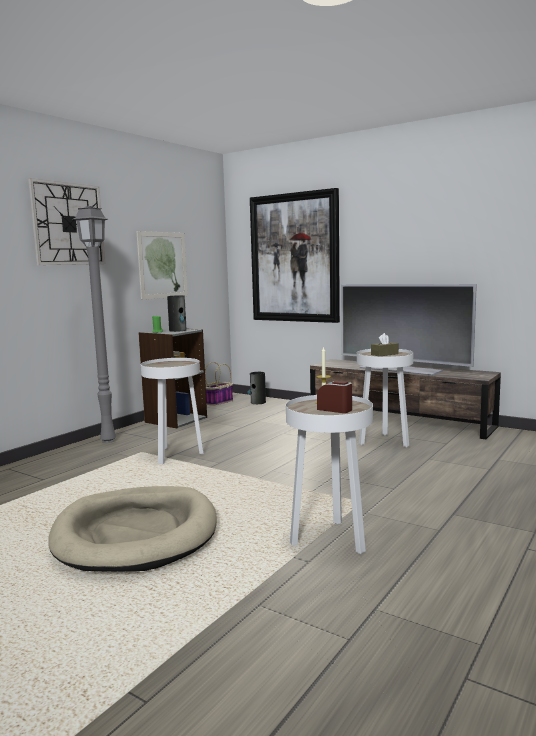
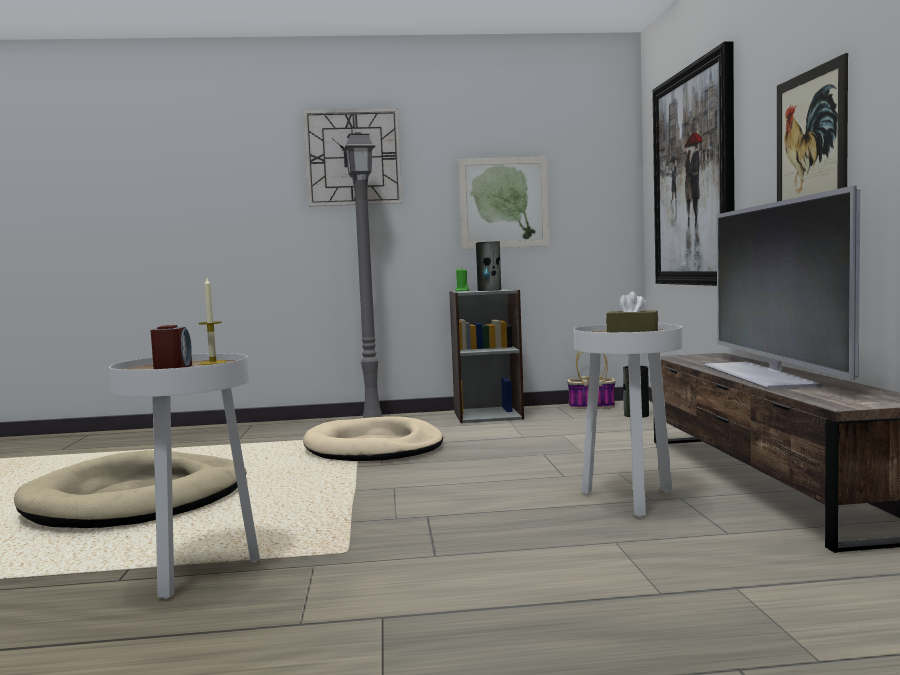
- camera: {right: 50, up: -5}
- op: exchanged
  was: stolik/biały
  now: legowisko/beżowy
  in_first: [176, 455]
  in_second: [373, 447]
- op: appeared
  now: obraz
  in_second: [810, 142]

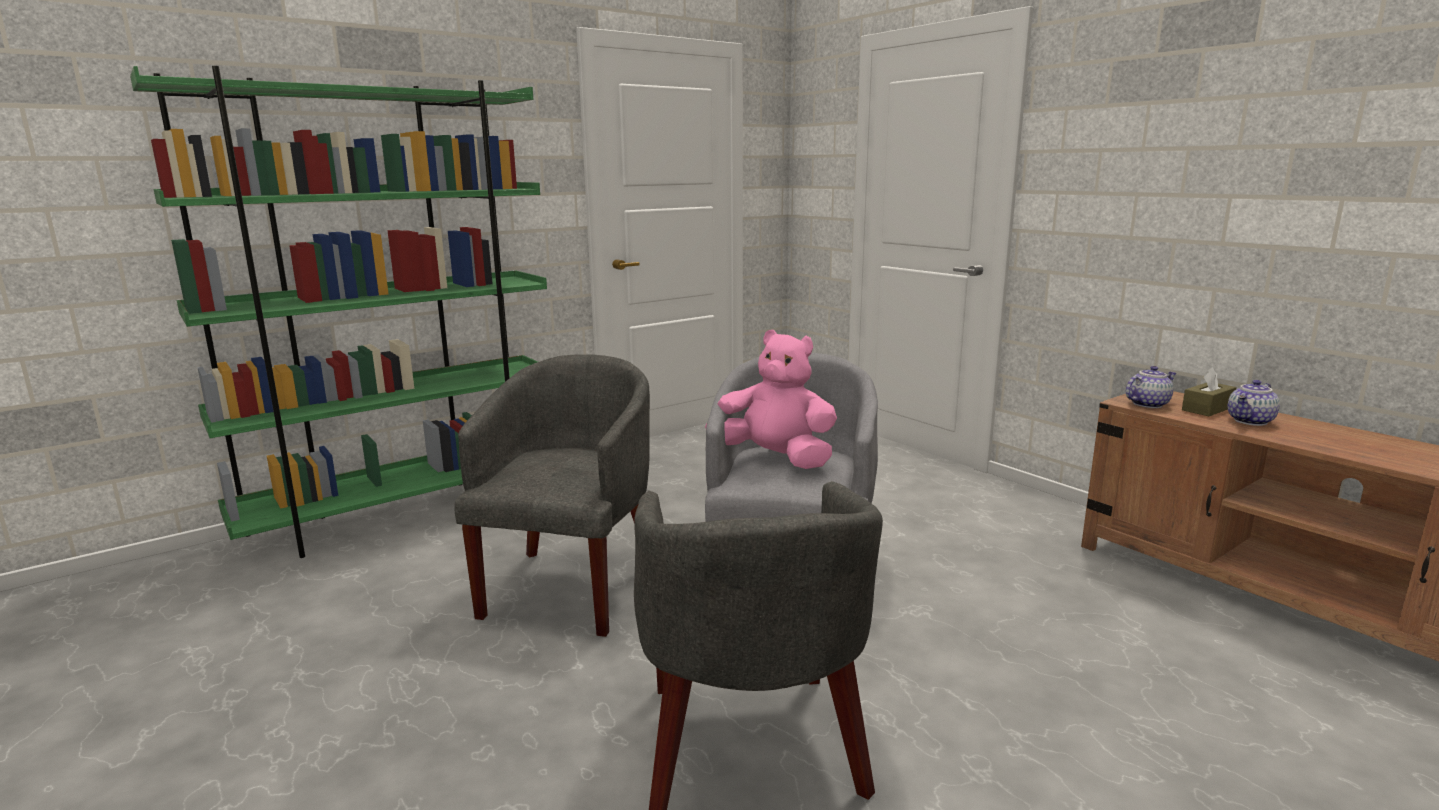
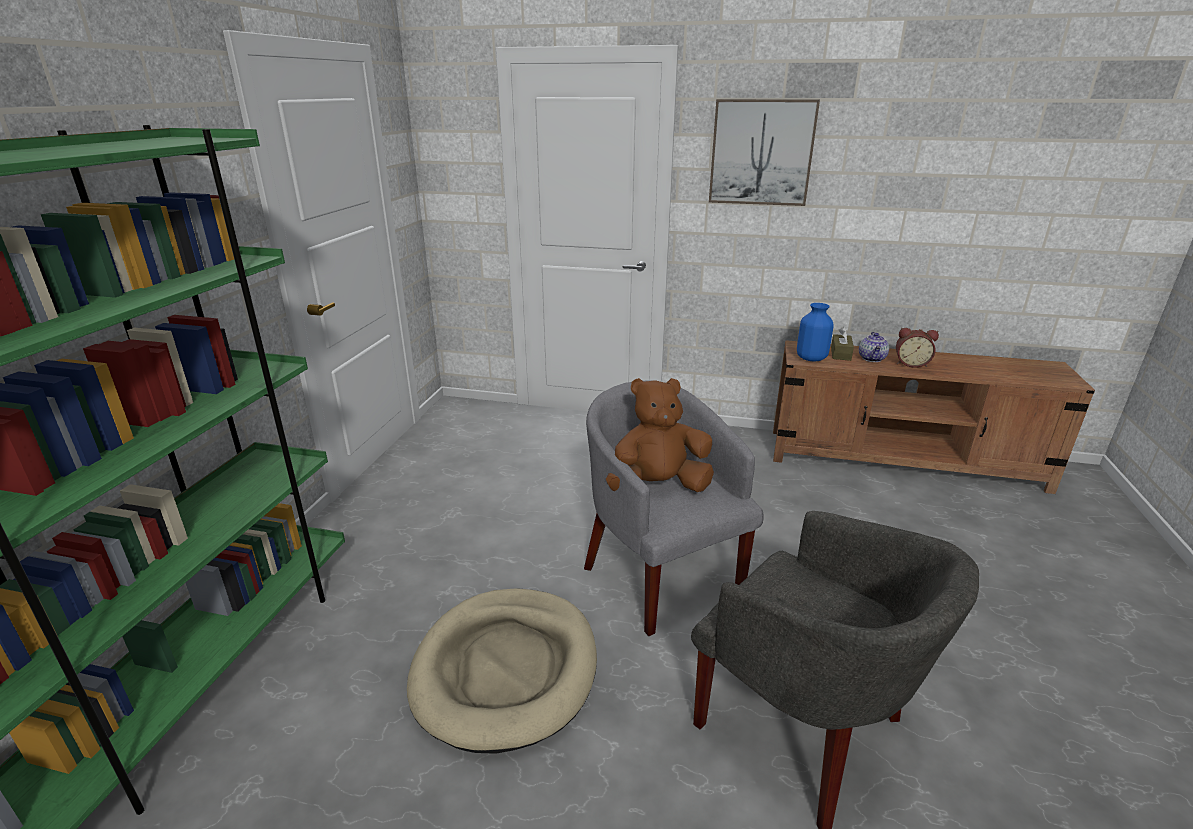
- camera: {right: -40, up: 10}
- op: exchanged
  was: fotel/szary
  now: legowisko/beżowy
  in_first: [572, 586]
  in_second: [506, 669]
- op: colour
  was: pluszak/różowy
  now: pluszak/brązowy
  in_first: [775, 458]
  in_second: [658, 487]
- op: appeared
  now: obraz
  in_second: [761, 153]
- op: exchanged
  was: imbryk
  now: wazon/niebieski
  in_first: [1147, 404]
  in_second: [810, 358]
- op: appeared
  now: budzik
  in_second: [911, 363]

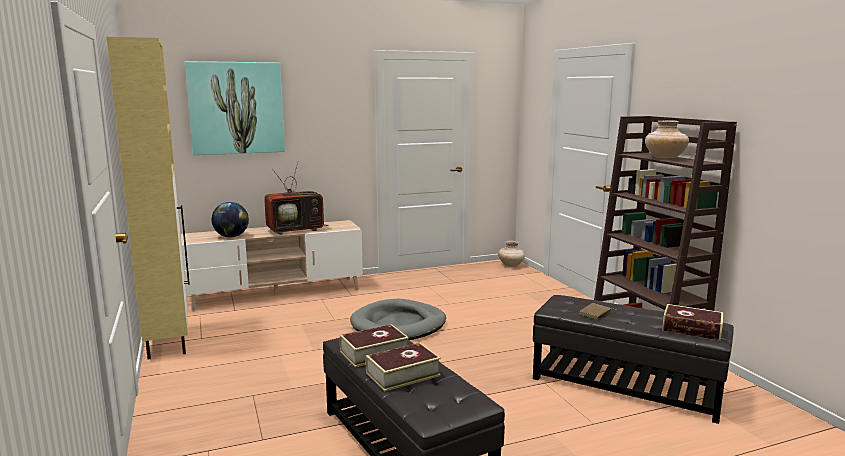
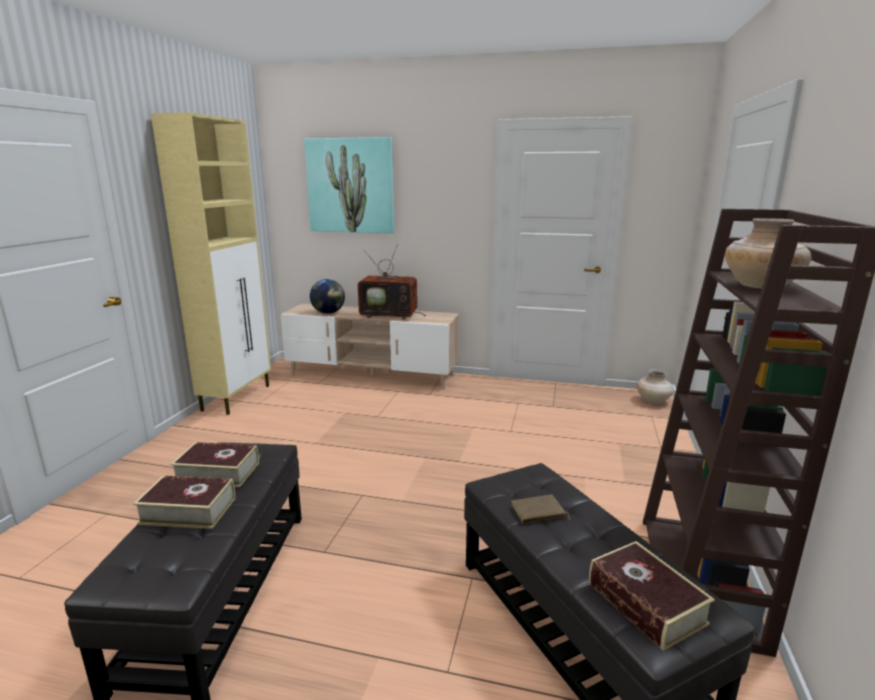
- camera: {right: 35, up: 5}
- op: missing
  was: legowisko/szary
  in_first: [399, 325]

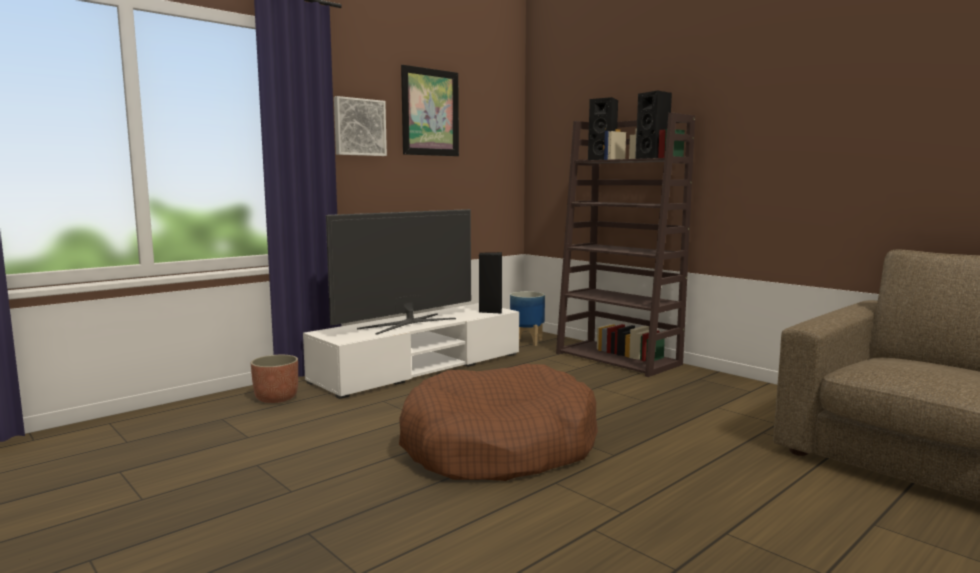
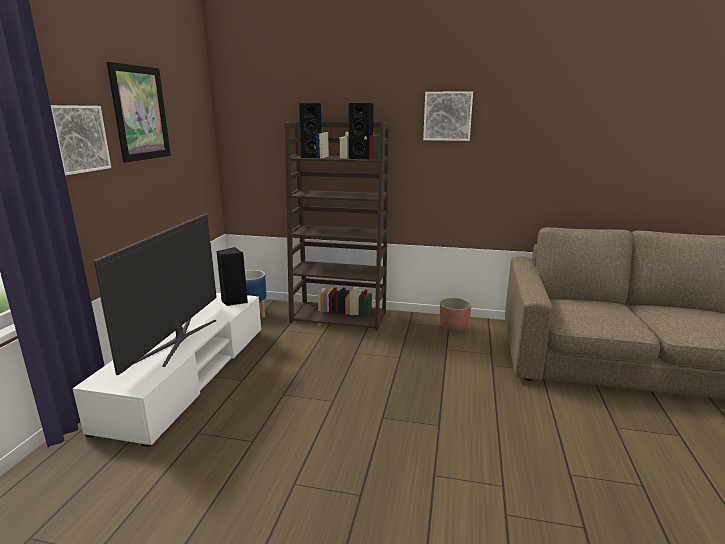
- camera: {right: -35, up: 10}
- op: appeared
  now: obraz
  in_second: [447, 116]
- op: relocated
  was: donica
  in_first: [276, 398]
  in_second: [453, 328]
- op: missing
  was: legowisko/brązowy
  in_first: [498, 447]

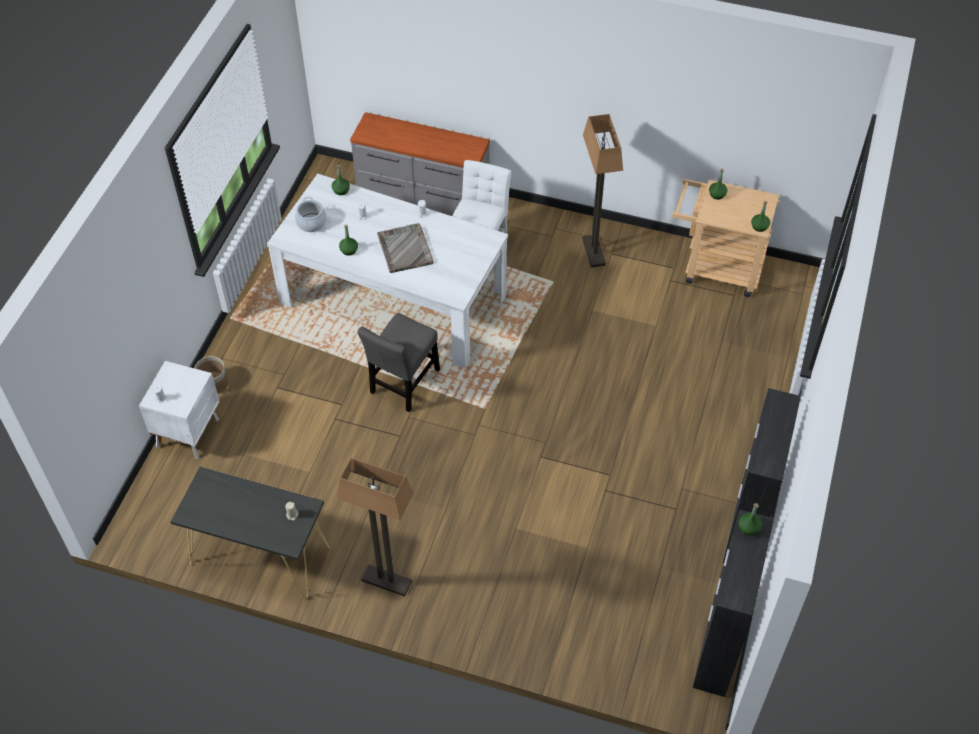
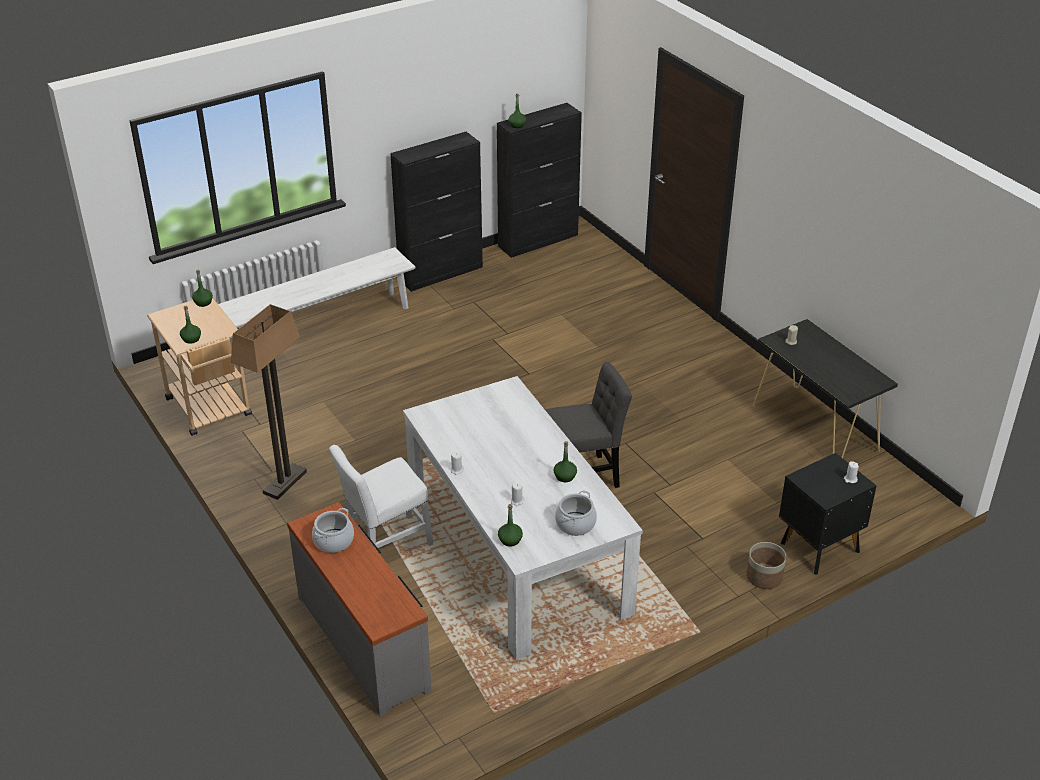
- camera: {right: -140, up: -15}
- op: appeared
  now: ławka/biały
  in_second: [321, 327]
- op: appeared
  now: garnek
  in_second: [334, 541]
- op: colour
  was: szafka nocna/biały
  now: szafka nocna/czarny
  in_first: [189, 432]
  in_second: [818, 546]
- op: missing
  was: lampa stojąca
  in_first: [386, 581]
- op: missing
  was: taca/szary
  in_first: [405, 248]

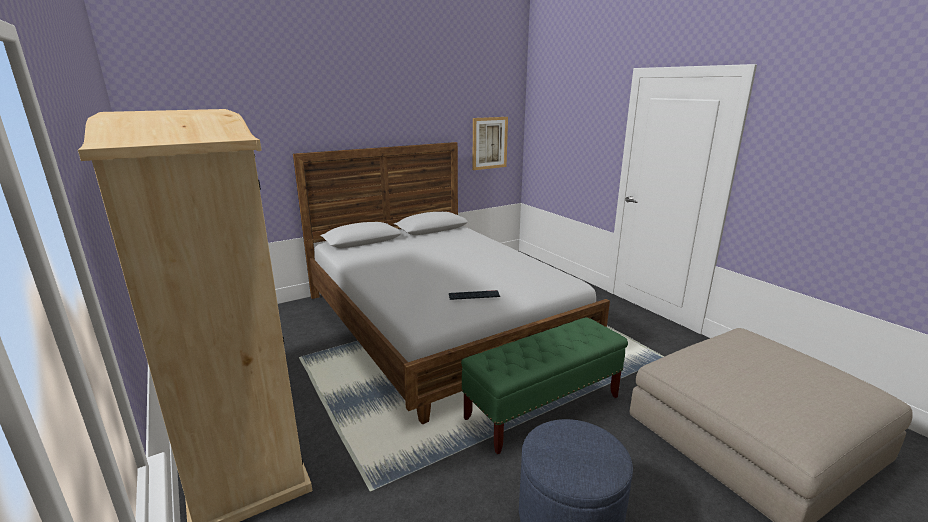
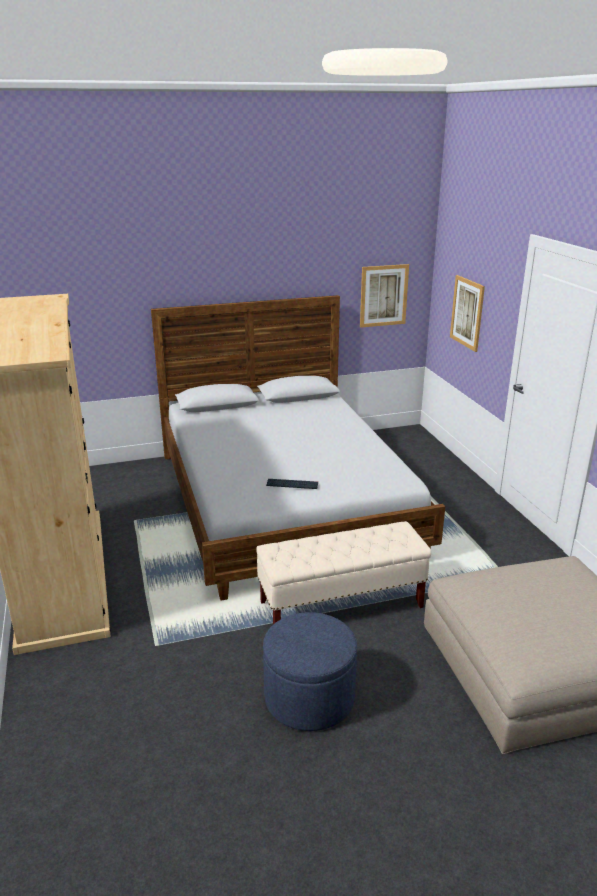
- camera: {right: 15, up: 5}
- op: colour
  was: ławka/zielony
  now: ławka/beżowy
  in_first: [543, 407]
  in_second: [341, 605]
- op: appeared
  now: obraz
  in_second: [467, 312]

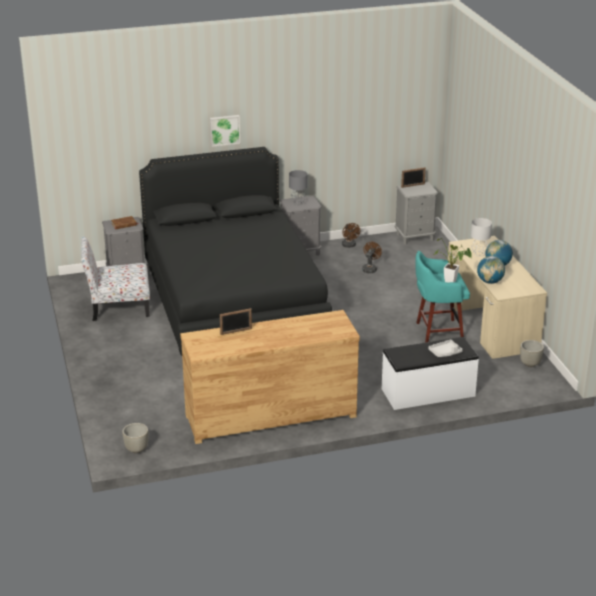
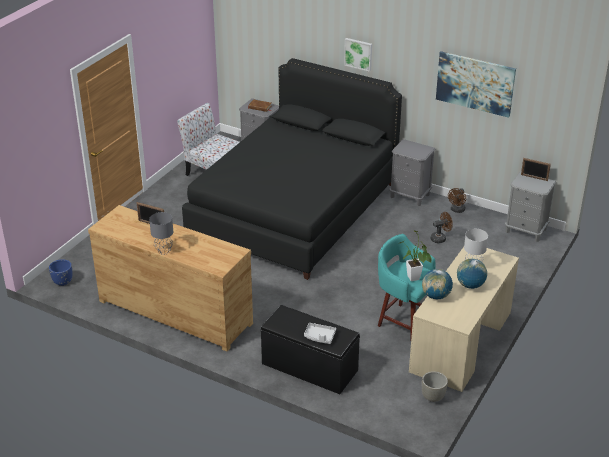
- camera: {right: 45, up: 5}
- op: colour
  was: donica/szary
  now: donica/niebieski
  in_first: [136, 449]
  in_second: [62, 282]
- op: relocated
  was: lampa stołowa/szary
  in_first: [298, 203]
  in_second: [164, 251]
- op: colour
  was: ławka/biały
  now: ławka/czarny
  in_first: [428, 393]
  in_second: [309, 367]
- op: appeared
  now: obraz
  in_second: [475, 83]

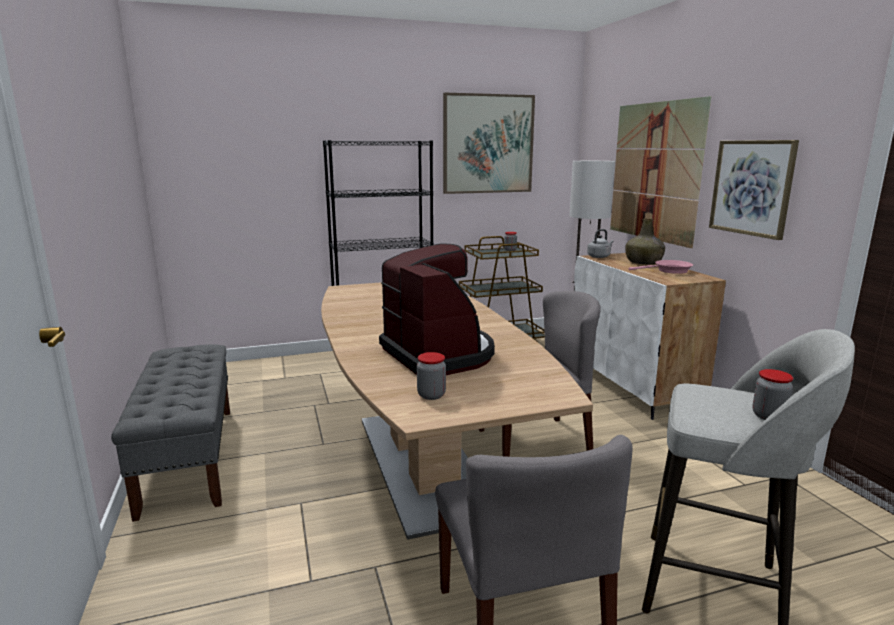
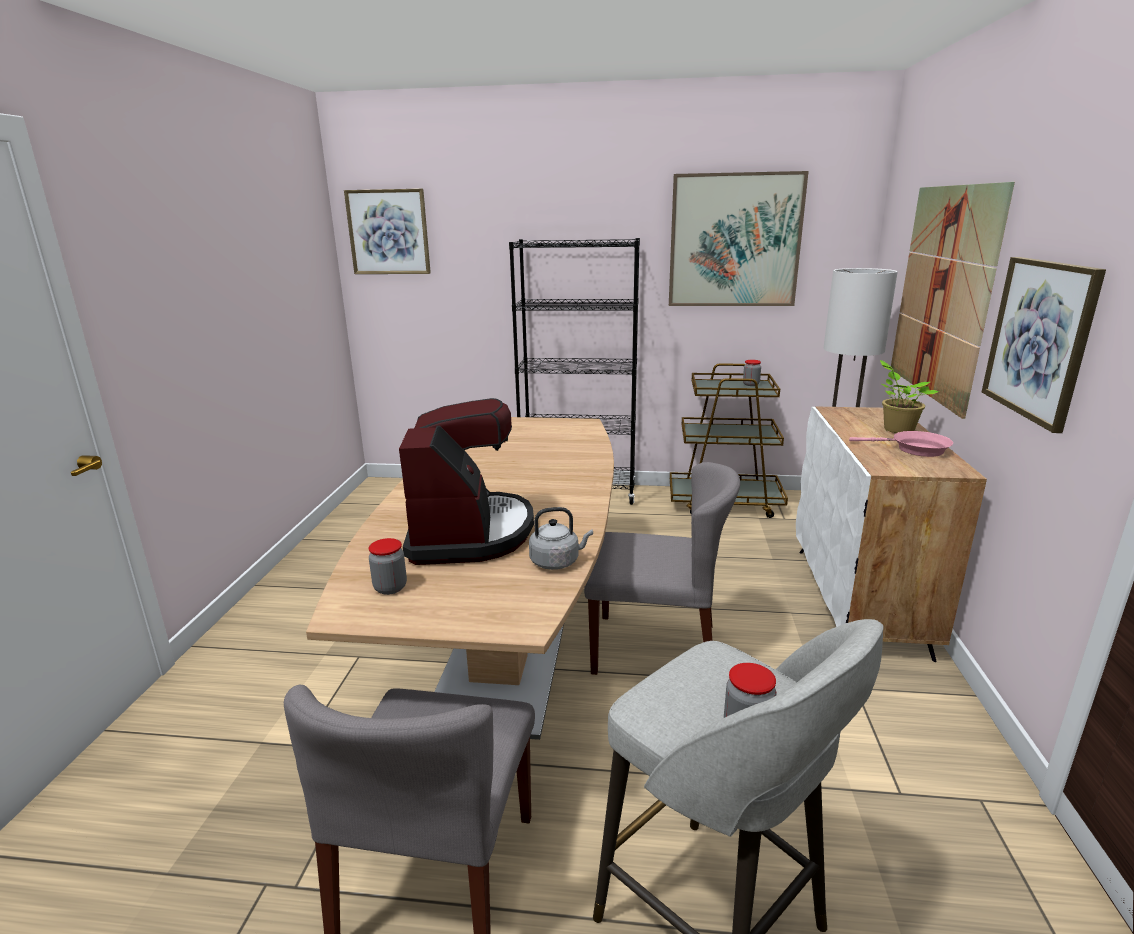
- camera: {right: 25, up: 5}
- op: appeared
  now: obraz
  in_second: [388, 232]
- op: relocated
  was: czajnik/szary
  in_first: [599, 257]
  in_second: [557, 562]
- op: exchanged
  was: butelka/zielony
  now: roślina doniczkowa
  in_first: [644, 262]
  in_second: [896, 429]
- op: missing
  was: ławka/szary
  in_first: [189, 457]

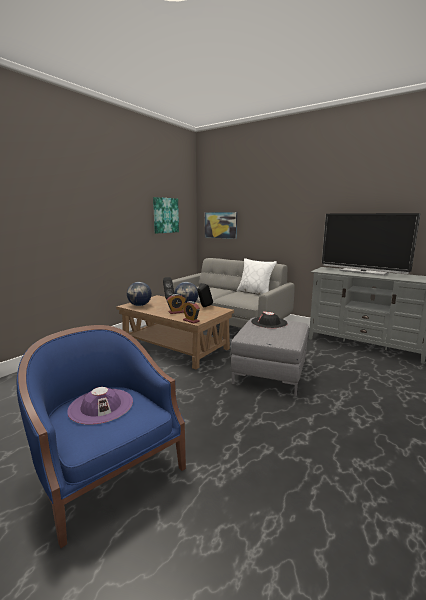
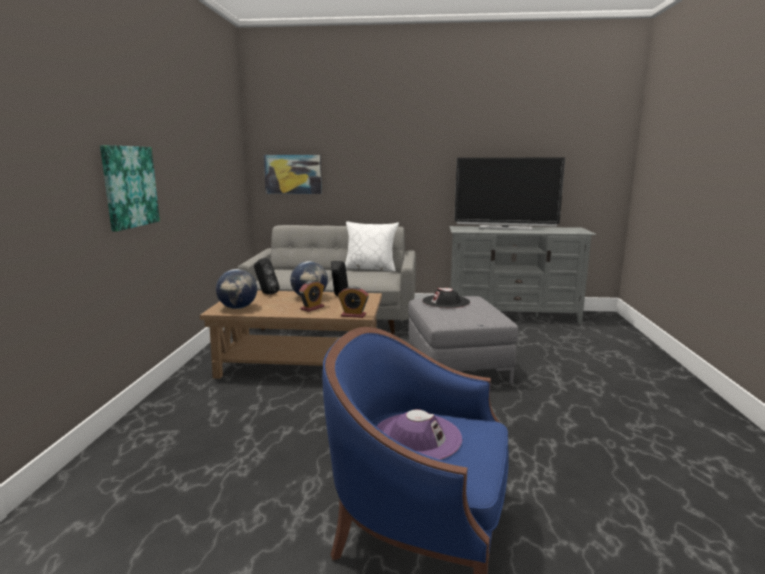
- camera: {right: -30, up: 0}
- op: relocated
  was: obraz
  in_first: [165, 215]
  in_second: [129, 186]

